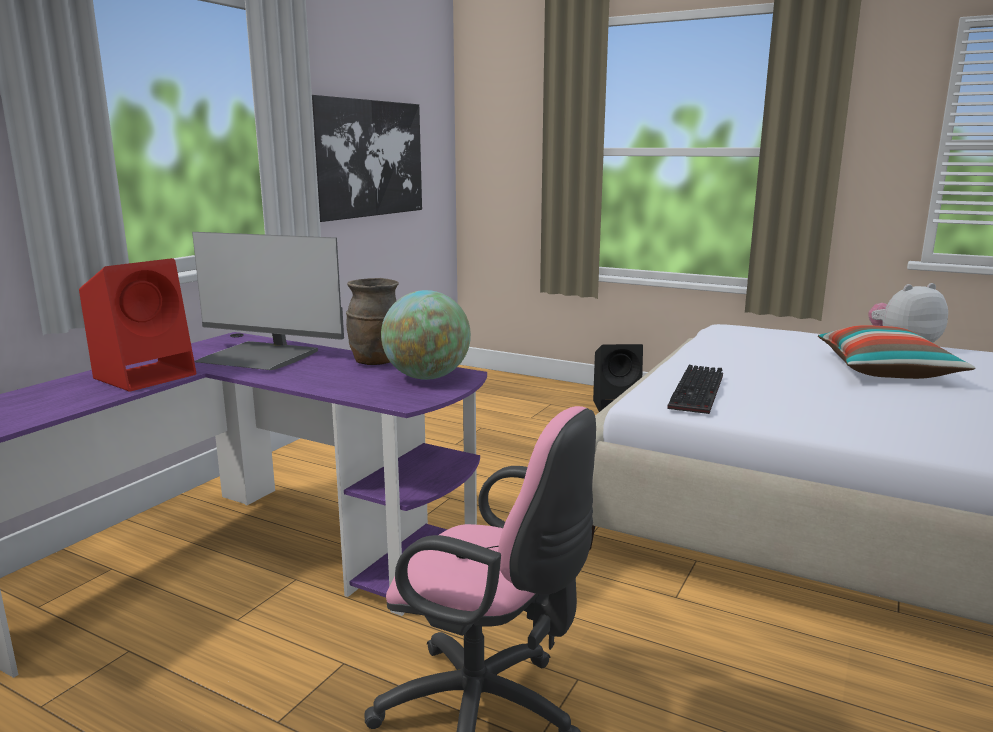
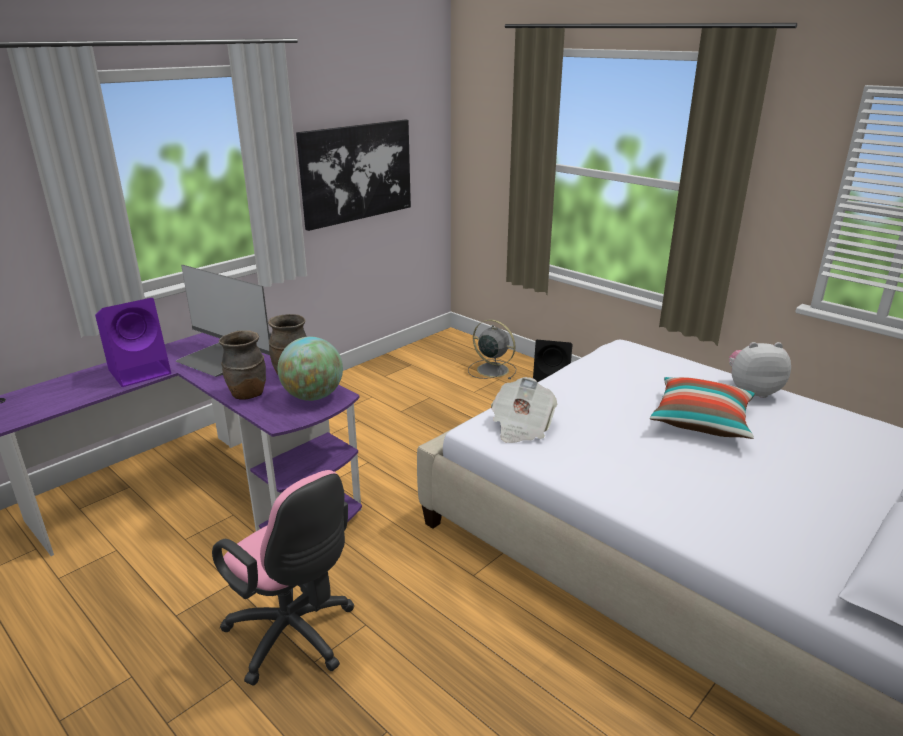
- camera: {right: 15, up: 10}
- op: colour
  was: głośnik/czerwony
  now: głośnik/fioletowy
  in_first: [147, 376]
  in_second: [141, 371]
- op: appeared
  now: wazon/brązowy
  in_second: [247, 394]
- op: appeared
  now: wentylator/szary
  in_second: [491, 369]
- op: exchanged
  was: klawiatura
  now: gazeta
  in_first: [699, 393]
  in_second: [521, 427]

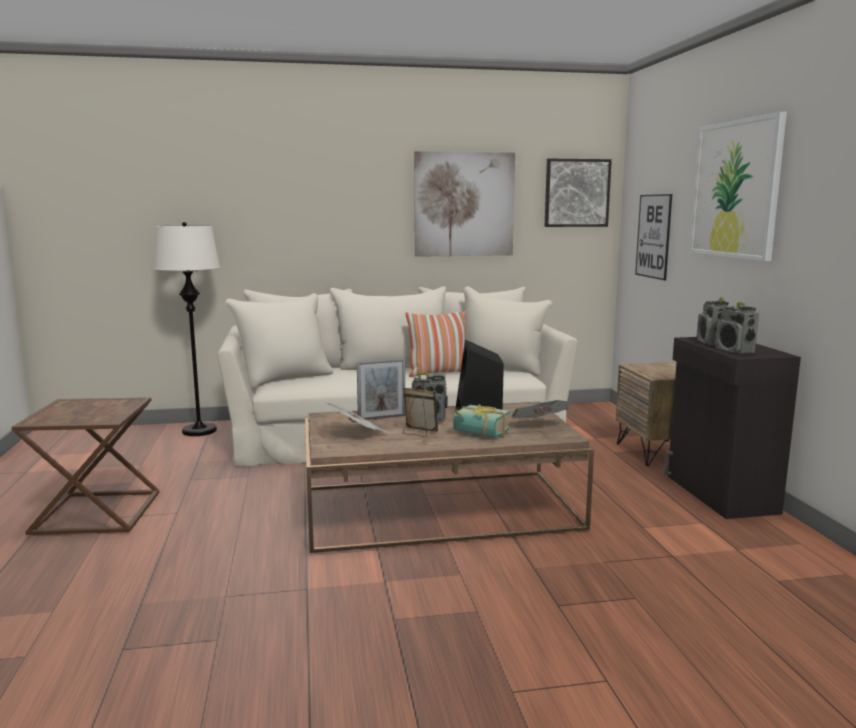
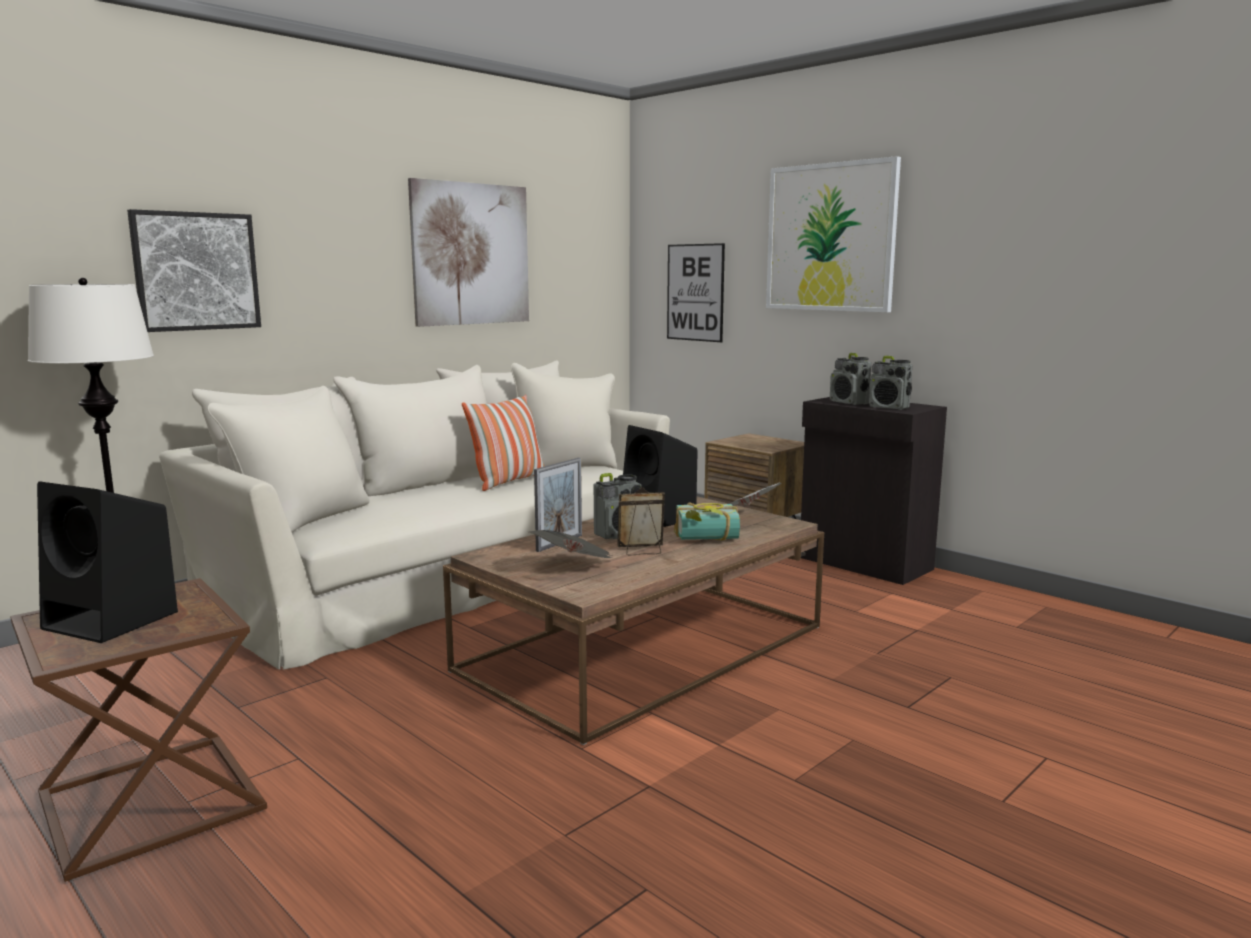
- camera: {right: -35, up: 0}
- op: appeared
  now: głośnik/czarny
  in_second: [114, 620]
- op: relocated
  was: obraz
  in_first: [576, 193]
  in_second: [196, 271]

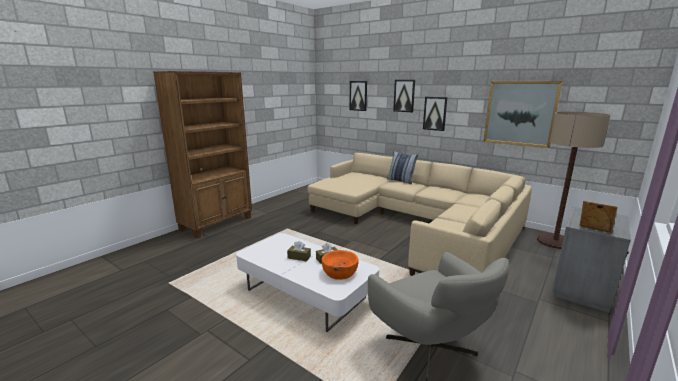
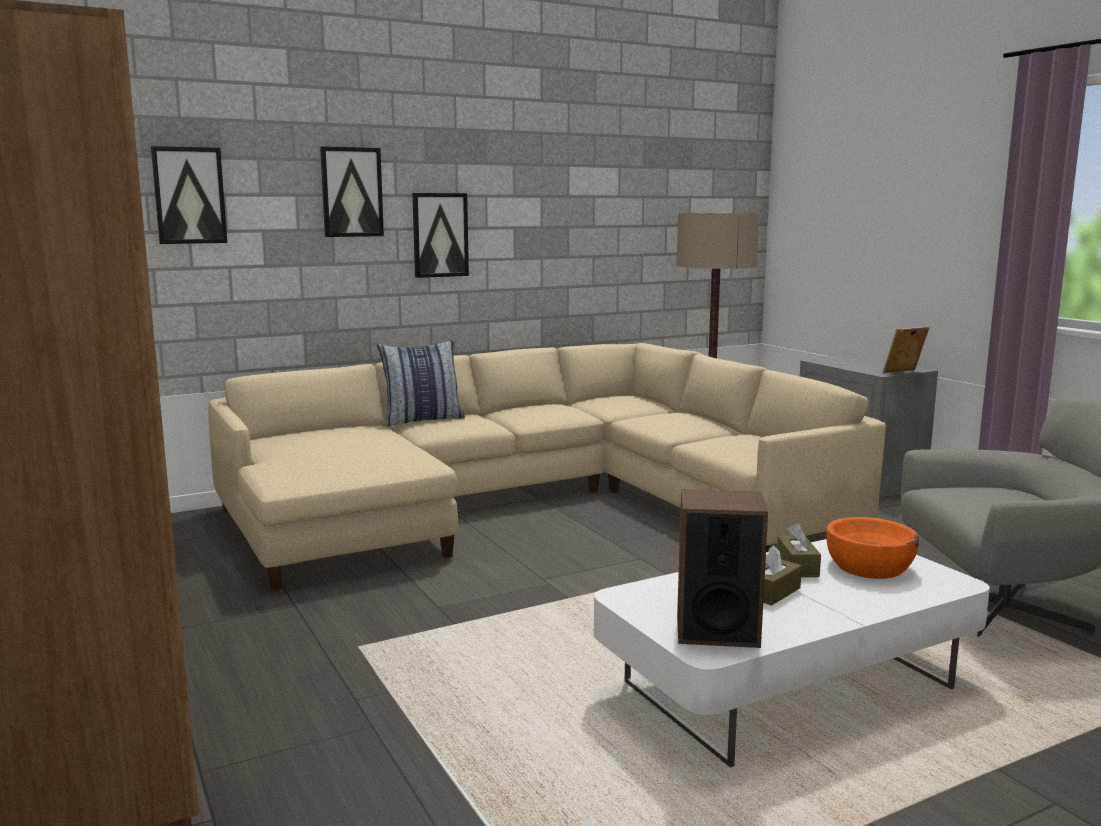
- camera: {right: -65, up: -5}
- op: appeared
  now: głośnik
  in_second: [717, 631]
- op: missing
  was: obraz
  in_first: [520, 113]

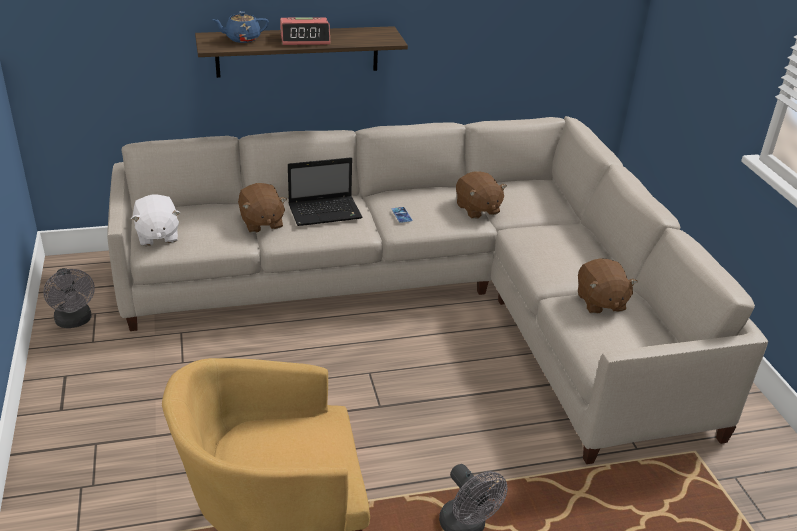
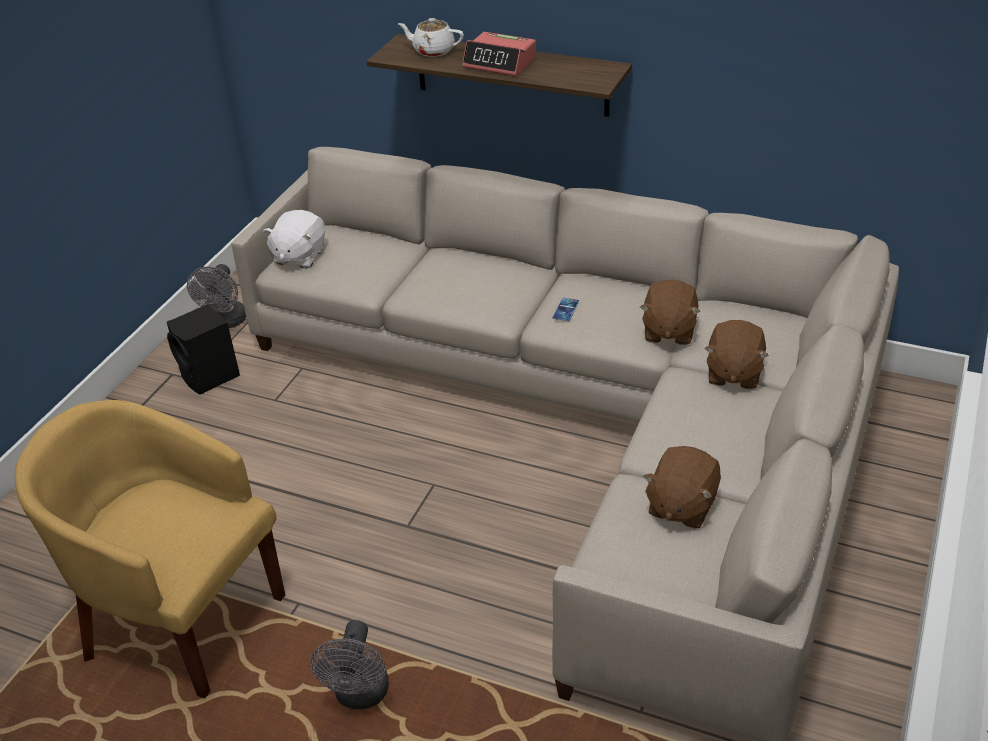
- camera: {right: 40, up: 5}
- op: appeared
  now: głośnik/czarny
  in_second: [210, 377]
- op: colour
  was: imbryk/niebieski
  now: imbryk/biały
  in_first: [242, 39]
  in_second: [433, 51]
- op: relocated
  was: pluszak/brązowy
  in_first: [261, 223]
  in_second: [733, 373]
- op: missing
  was: laptop
  in_first: [326, 212]

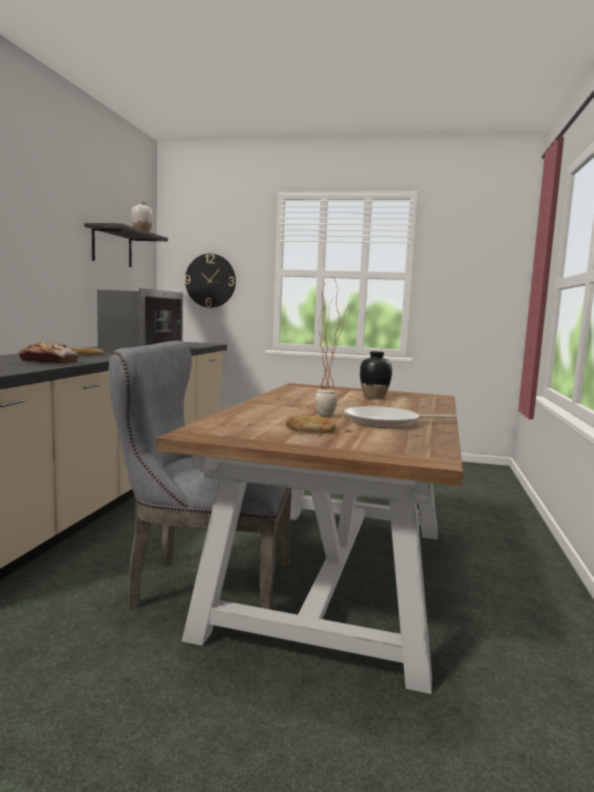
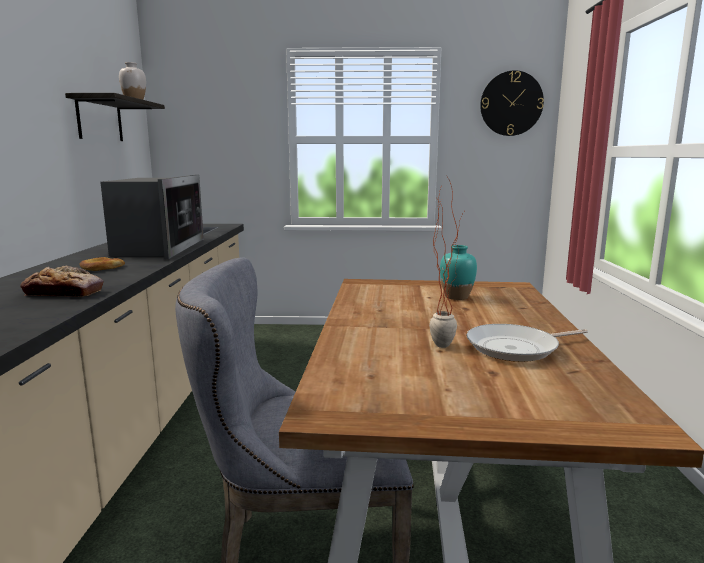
- camera: {right: -10, up: 5}
- op: colour
  was: wazon/czarny
  now: wazon/turkusowy
  in_first: [374, 397]
  in_second: [456, 297]
- op: relocated
  was: zegar ścienny
  in_first: [210, 280]
  in_second: [511, 103]
- op: missing
  was: chleb
  in_first: [311, 429]

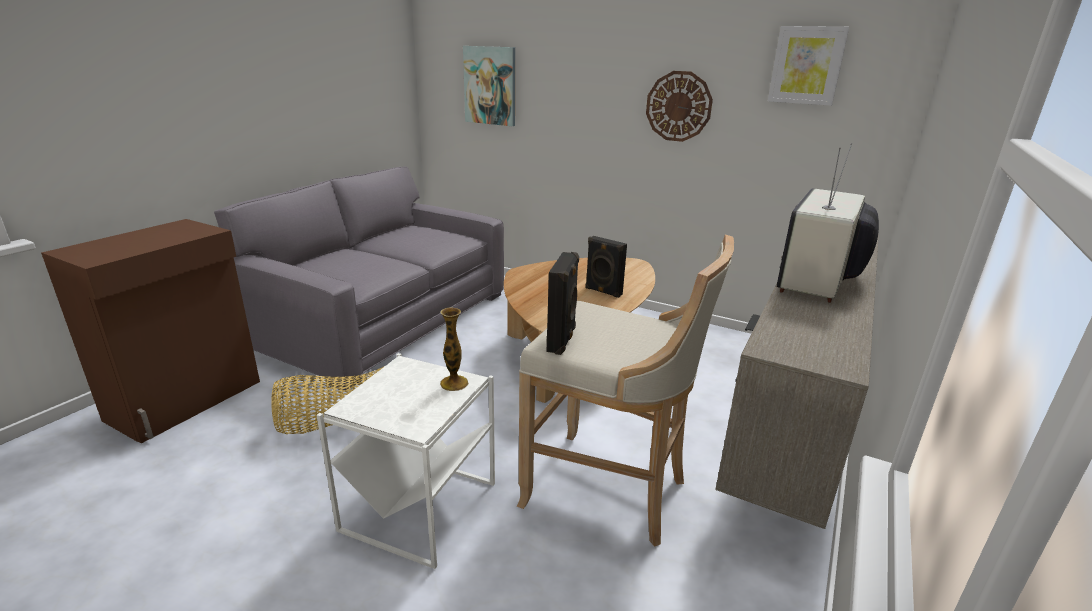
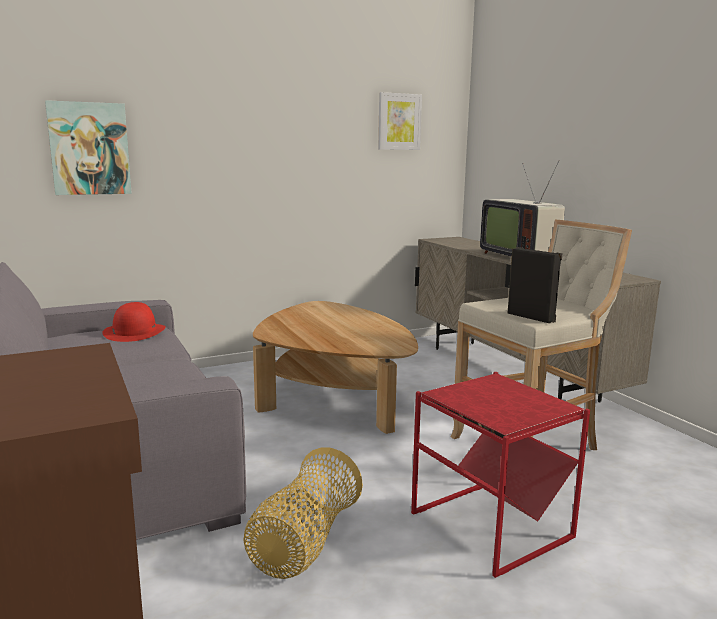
- camera: {right: -55, up: -10}
- op: appeared
  now: kapelusz/czerwony
  in_second: [134, 332]
- op: colour
  was: stolik/biały
  now: stolik/czerwony
  in_first: [418, 507]
  in_second: [491, 527]
- op: missing
  was: wazon
  in_first: [454, 383]
- op: missing
  was: głośnik/czarny
  in_first: [603, 292]
- op: missing
  was: zegar ścienny
  in_first: [678, 106]

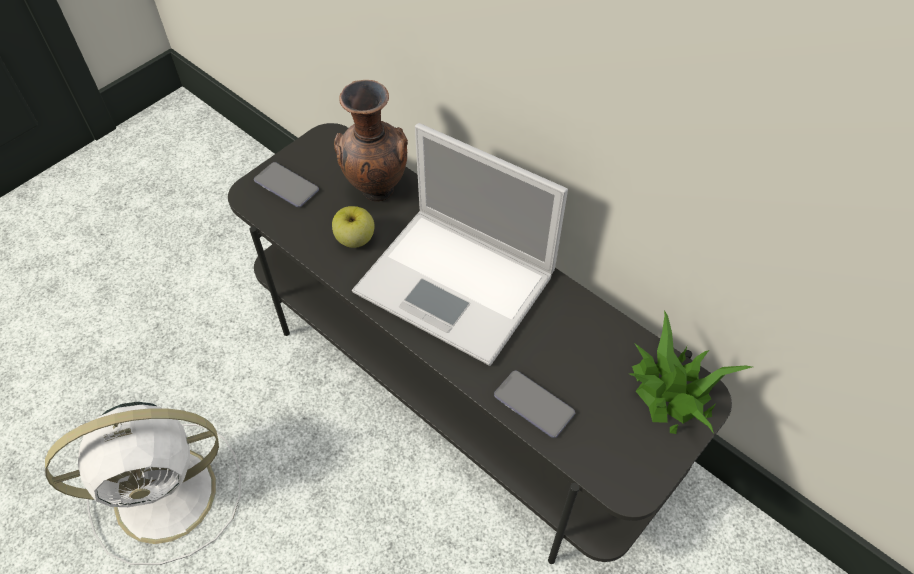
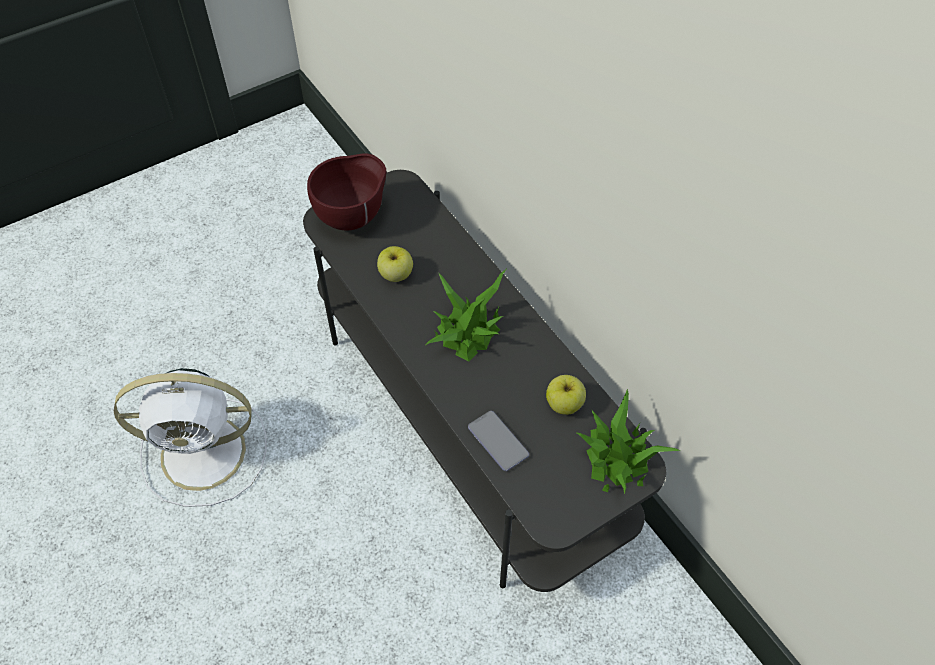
- camera: {right: 15, up: 0}
- op: exchanged
  was: telefon
  now: miska/brązowy
  in_first: [286, 186]
  in_second: [353, 217]
- op: exchanged
  was: laptop
  now: roślina doniczkowa
  in_first: [458, 284]
  in_second: [468, 330]
- op: appeared
  now: jabłko
  in_second: [564, 404]
- op: missing
  was: wazon/brązowy
  in_first: [376, 193]

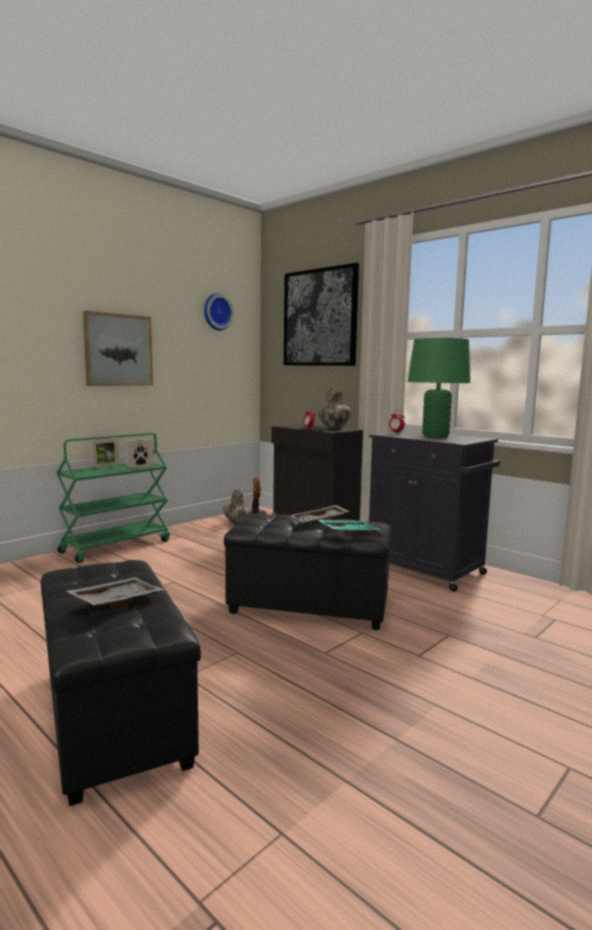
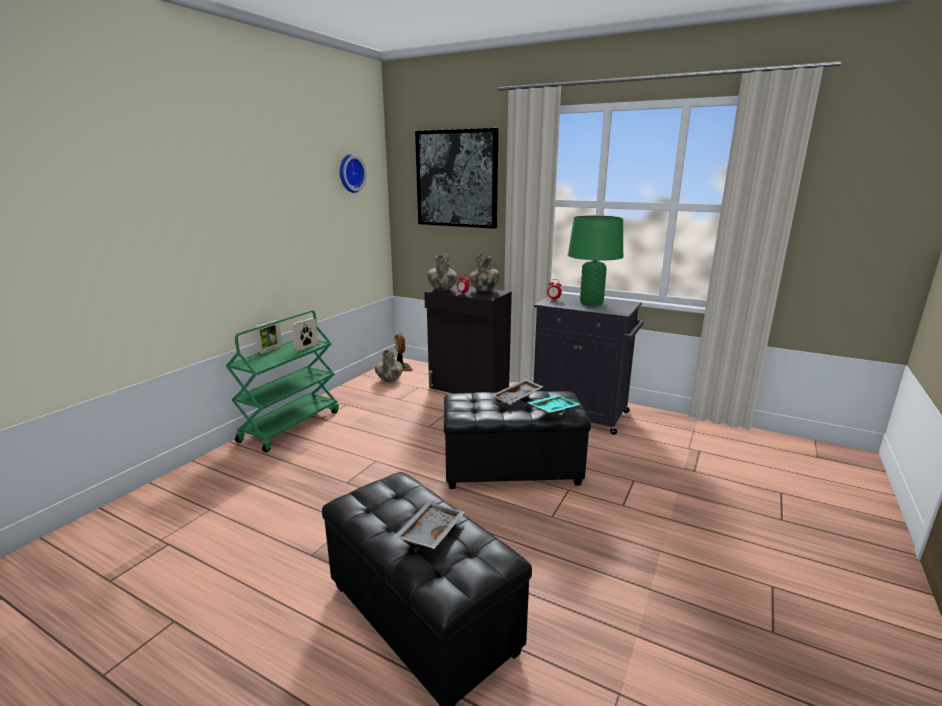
- camera: {right: -15, up: 10}
- op: appeared
  now: wazon
  in_second: [442, 290]
- op: missing
  was: obraz
  in_first: [118, 350]

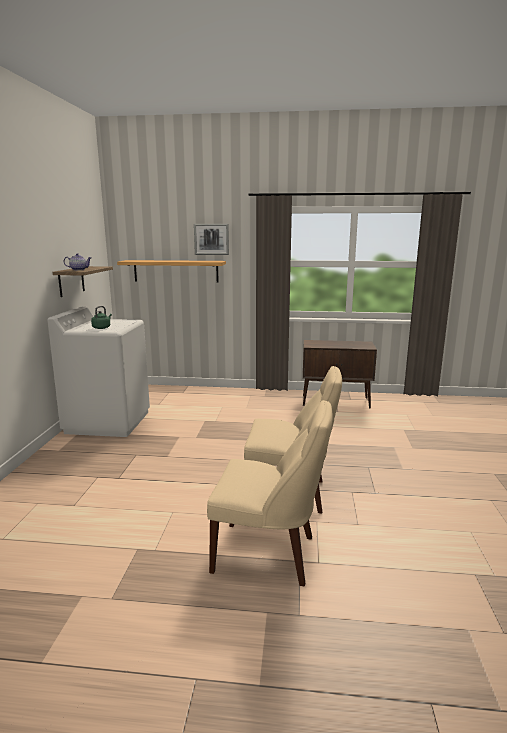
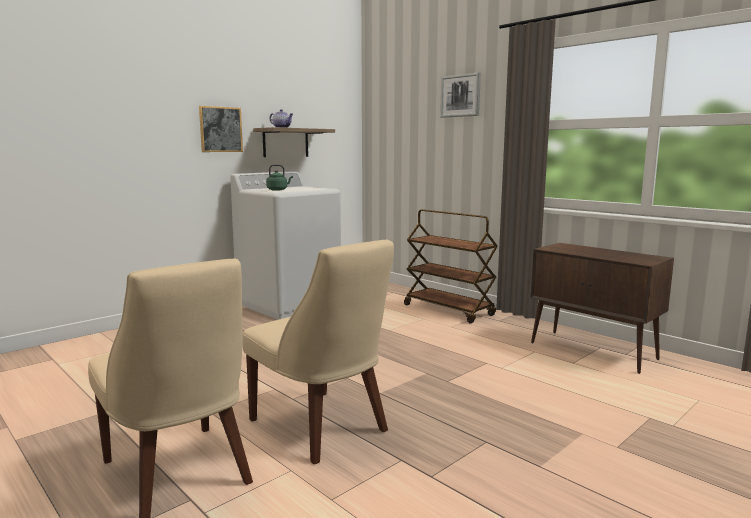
- camera: {right: 40, up: -5}
- op: appeared
  now: obraz
  in_second: [220, 129]
- op: appeared
  now: wózek/brązowy
  in_second: [449, 310]
- op: missing
  was: półka
  in_first: [176, 271]

